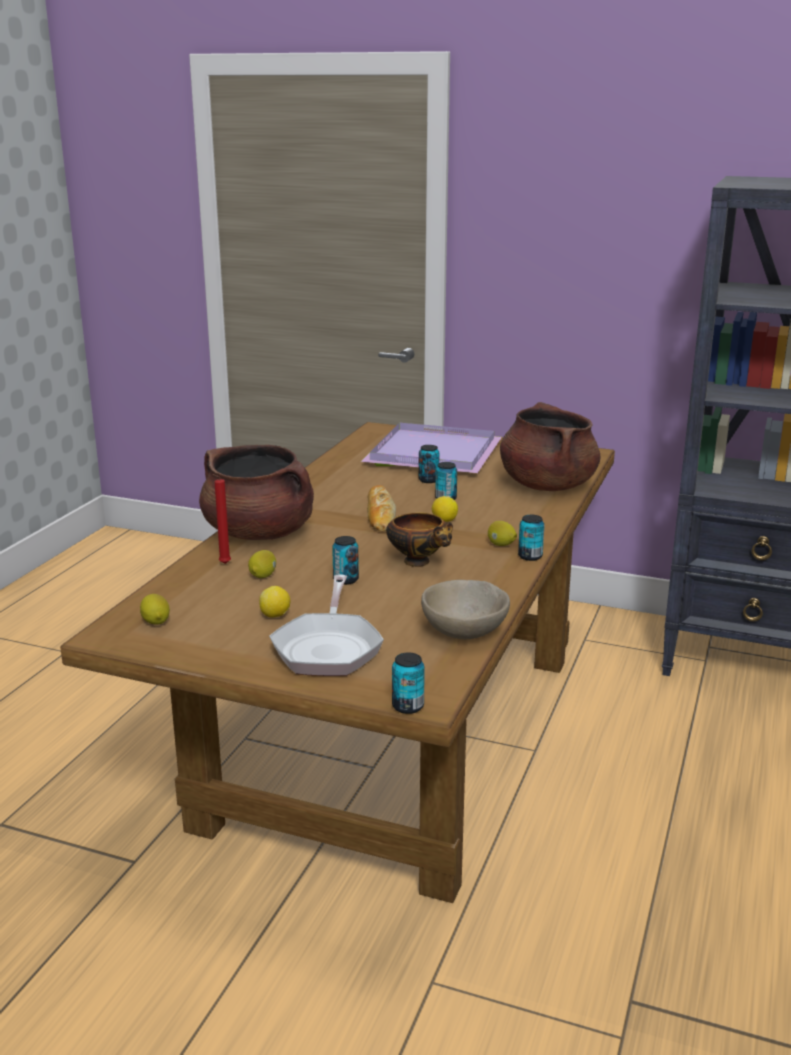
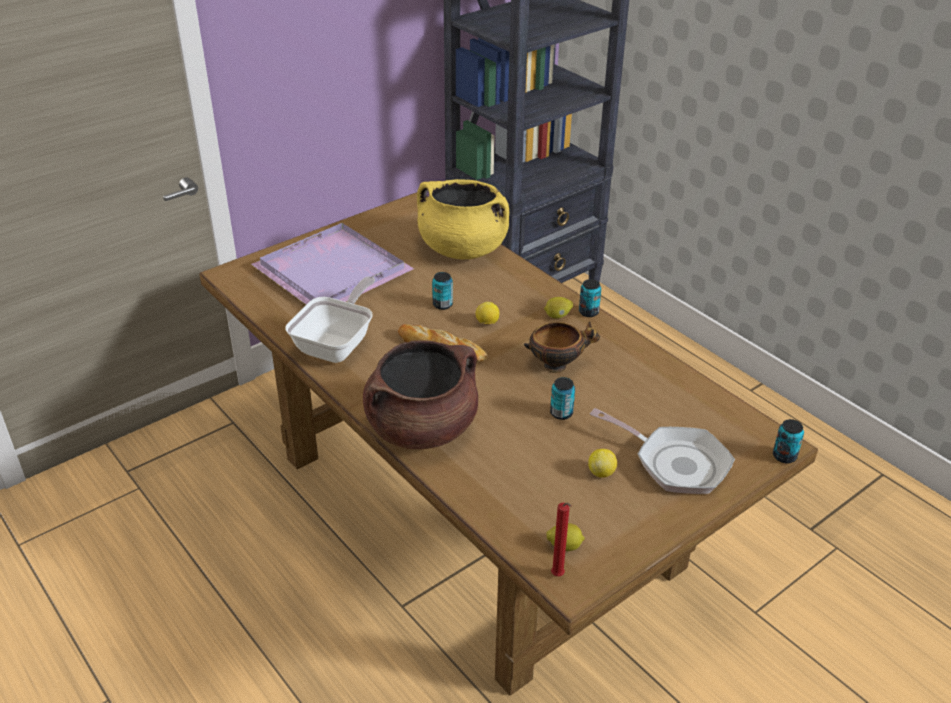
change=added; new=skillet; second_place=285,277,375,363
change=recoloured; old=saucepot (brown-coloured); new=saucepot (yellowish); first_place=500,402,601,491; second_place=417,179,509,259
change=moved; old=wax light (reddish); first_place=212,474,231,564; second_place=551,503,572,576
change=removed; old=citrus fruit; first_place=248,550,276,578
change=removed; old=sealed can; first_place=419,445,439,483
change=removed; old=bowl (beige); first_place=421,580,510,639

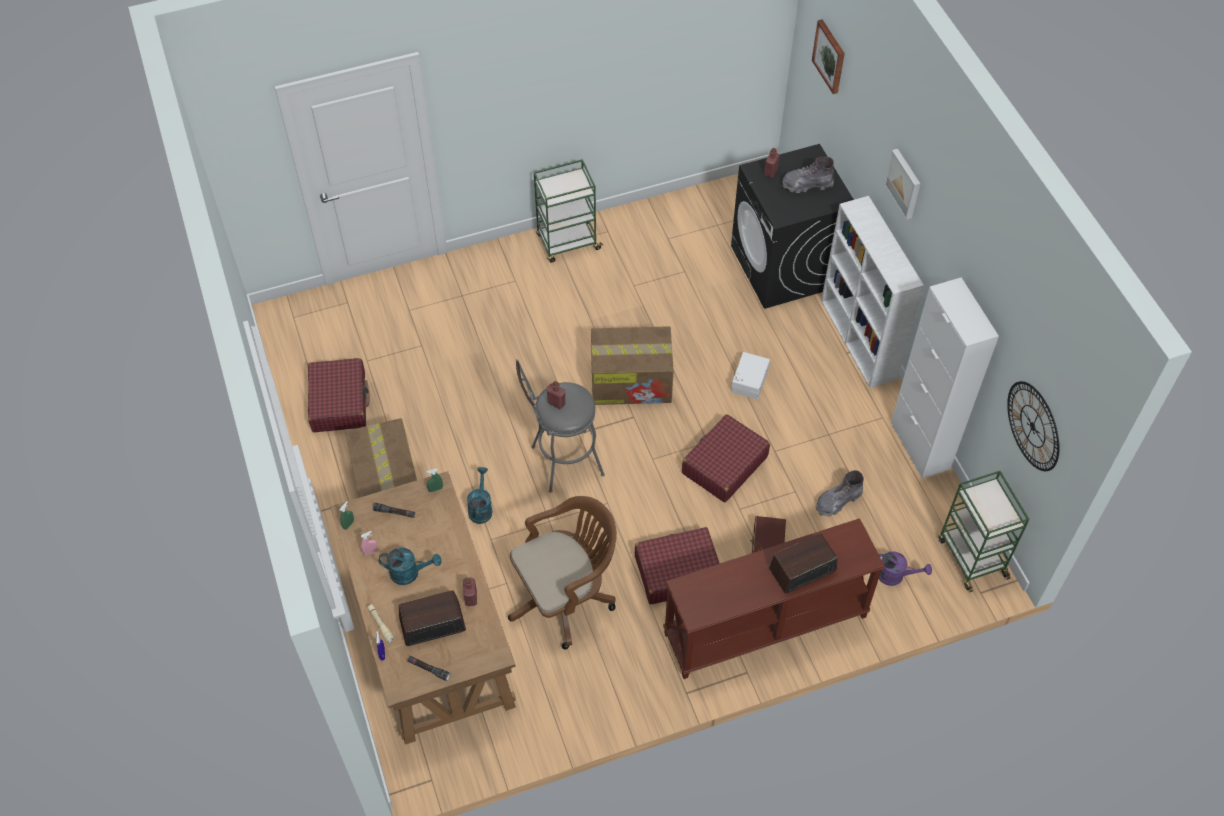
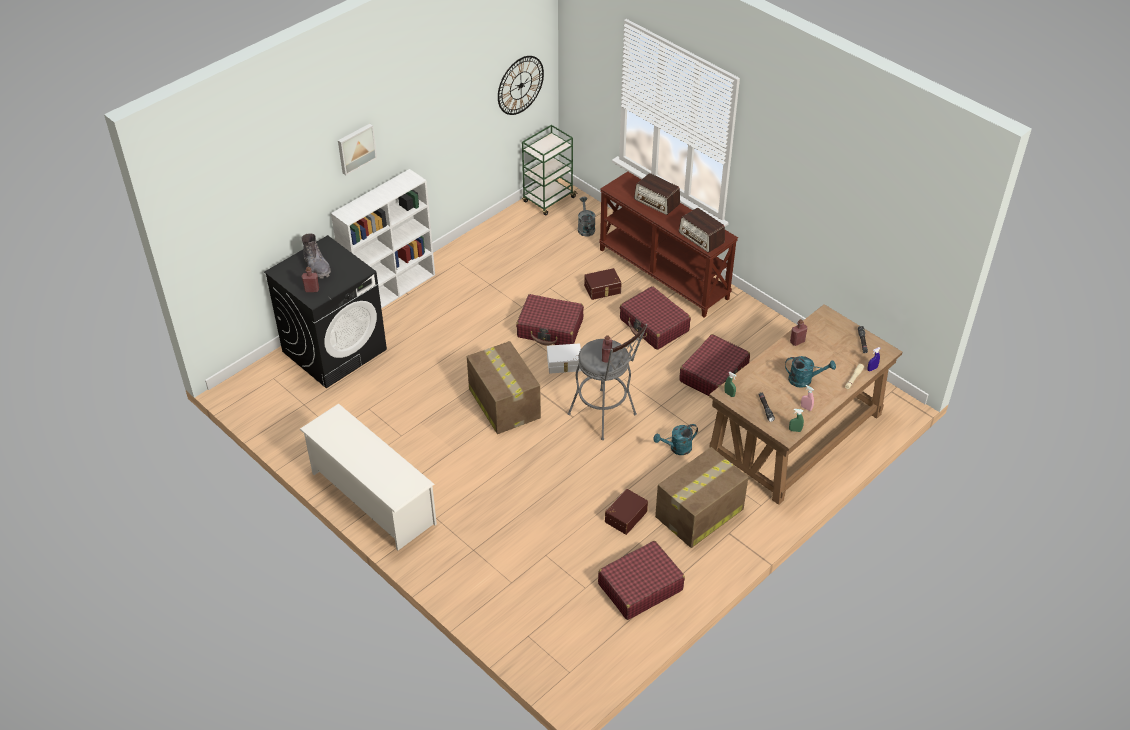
change=replaced; old=cart (green-coloured); new=shoe rack (whitish); first_place=534,159,603,263; second_place=300,403,437,550
change=moved; old=storage bin (whitish); first_place=731,352,770,400; second_place=547,343,581,374
change=recoloured; old=watering pot (purplish); new=watering pot (gray); first_place=879,551,932,586; second_place=578,197,595,237
change=added; new=storage bin (brown-coloured); second_place=605,489,648,535
change=moved; old=radio receiver; first_place=399,590,466,646; second_place=679,208,725,253
change=replaced; old=office chair (brown-coloured); new=piece of luggage (reddish); first_place=508,496,617,650; second_place=679,334,750,396
change=turned; old=watering pot (turquoise); first_place=379,548,441,585; second_place=785,356,836,388; degrees=120
change=removed; old=wall art; first_place=812,19,845,94
change=removed; old=high-top boot (gray); first_place=816,470,864,517
change=removed; old=cabinet (whitish); first_place=891,277,999,478

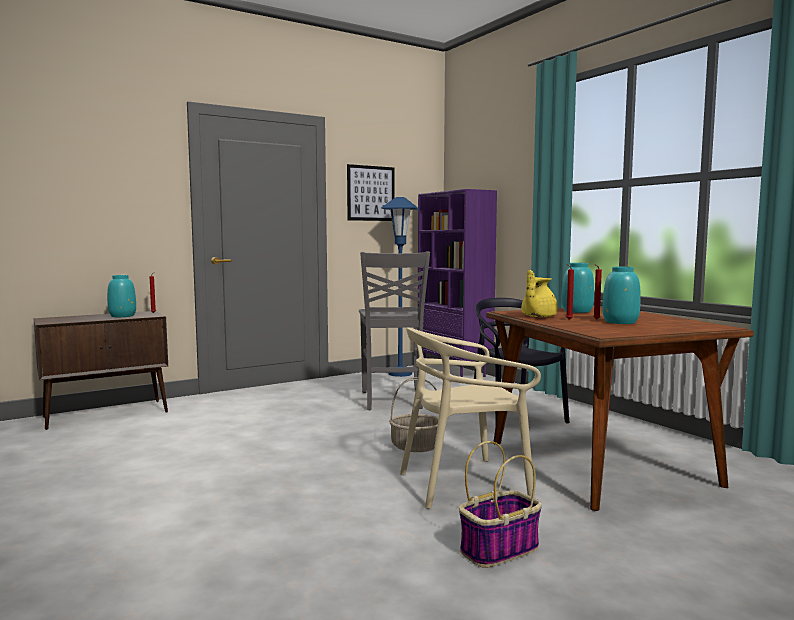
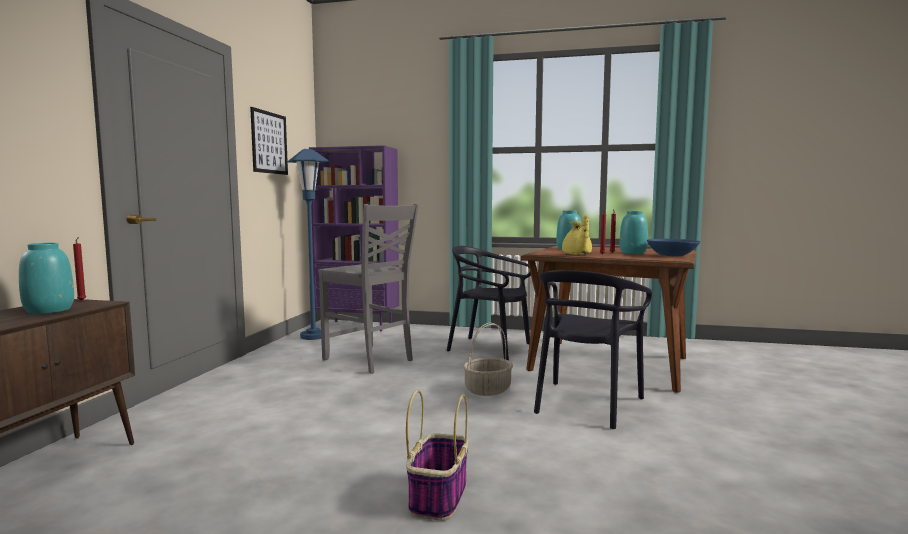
change=moved; old=household basket; first_place=459,441,542,568; second_place=406,390,468,521
change=recoloured; old=chair (beige); new=chair (black-coloured); first_place=400,327,541,509; second_place=534,270,652,429
change=added; new=bowl (blue); second_place=647,238,700,256

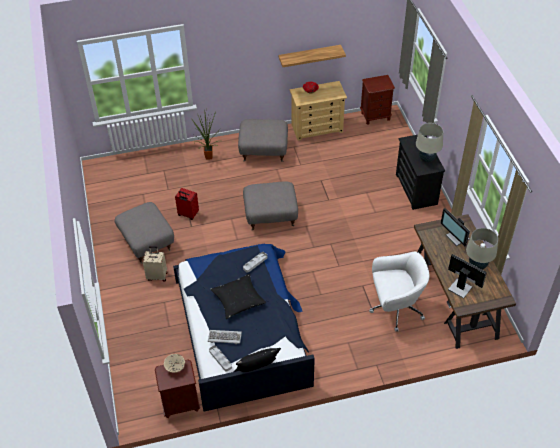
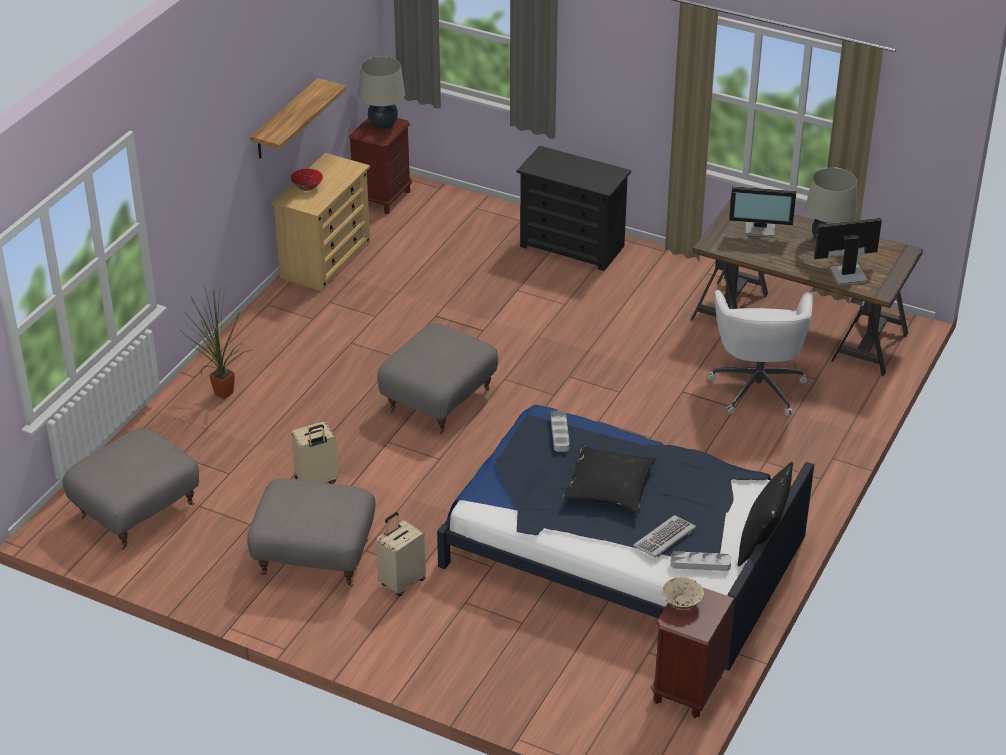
change=moved; old=footrest (gray); first_place=238,119,288,162; second_place=62,428,199,550
change=recoloured; old=piece of luggage (reddish); new=piece of luggage (beige); first_place=175,188,199,220; second_place=291,421,338,484
change=moved; old=tabletop lamp (beige); first_place=416,123,443,162; second_place=359,56,405,128
change=turned; old=office chair (whitish); first_place=369,252,430,332; second_place=708,290,813,416; degrees=150

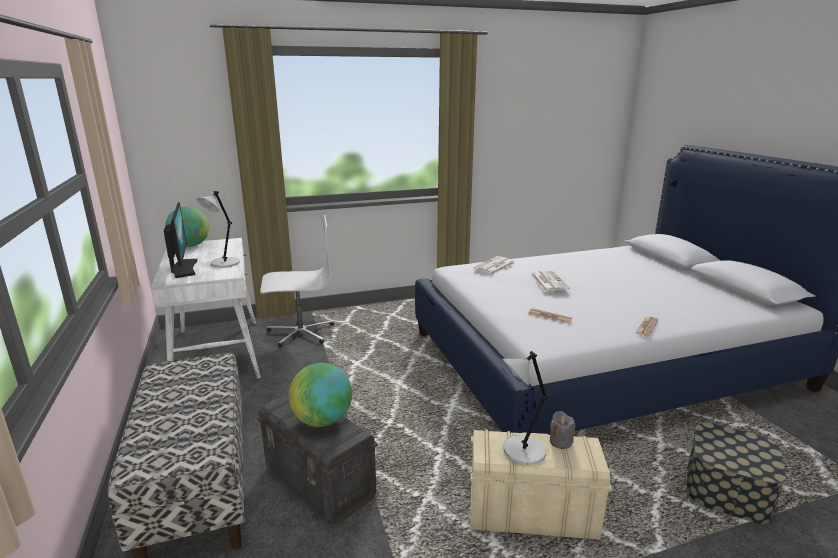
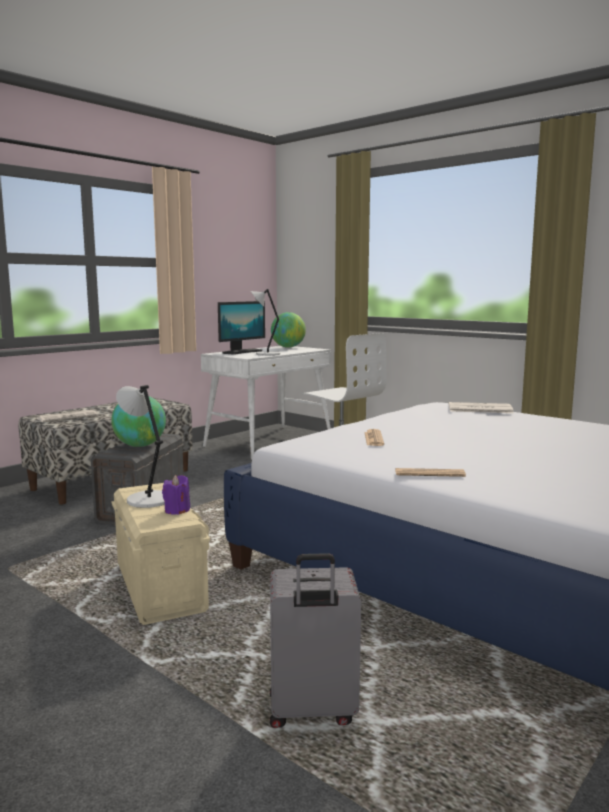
change=moved; old=printed paper; first_place=530,271,570,291; second_place=37,410,98,422
change=recoloured; old=wax light (gray); new=wax light (purplish); first_place=550,411,575,449; second_place=162,475,190,515
change=replaced; old=storage bin; new=piece of luggage (gray); first_place=687,423,786,525; second_place=270,553,361,728

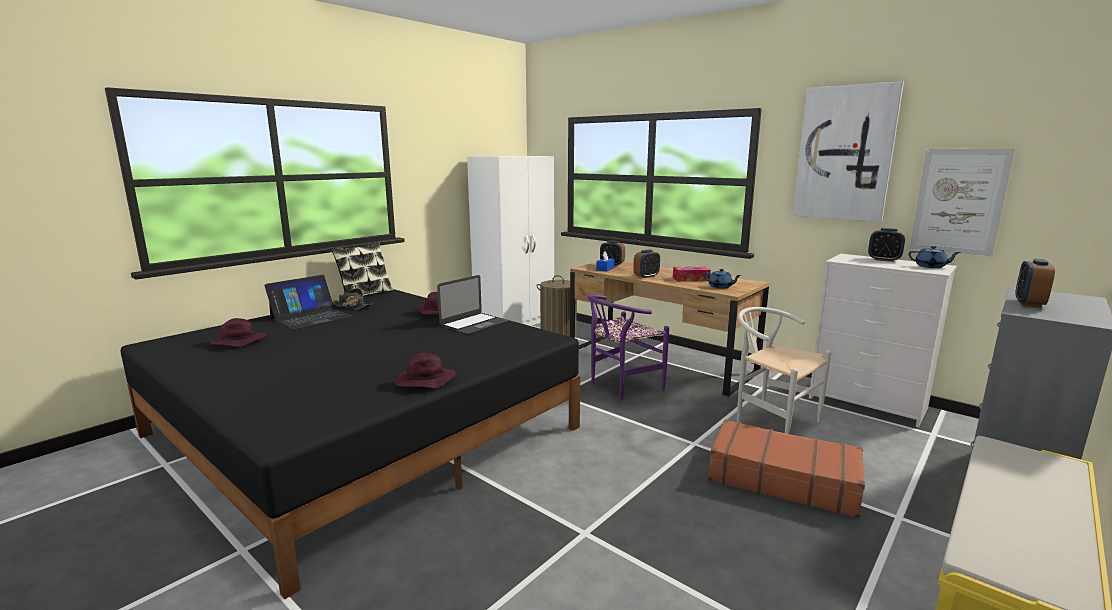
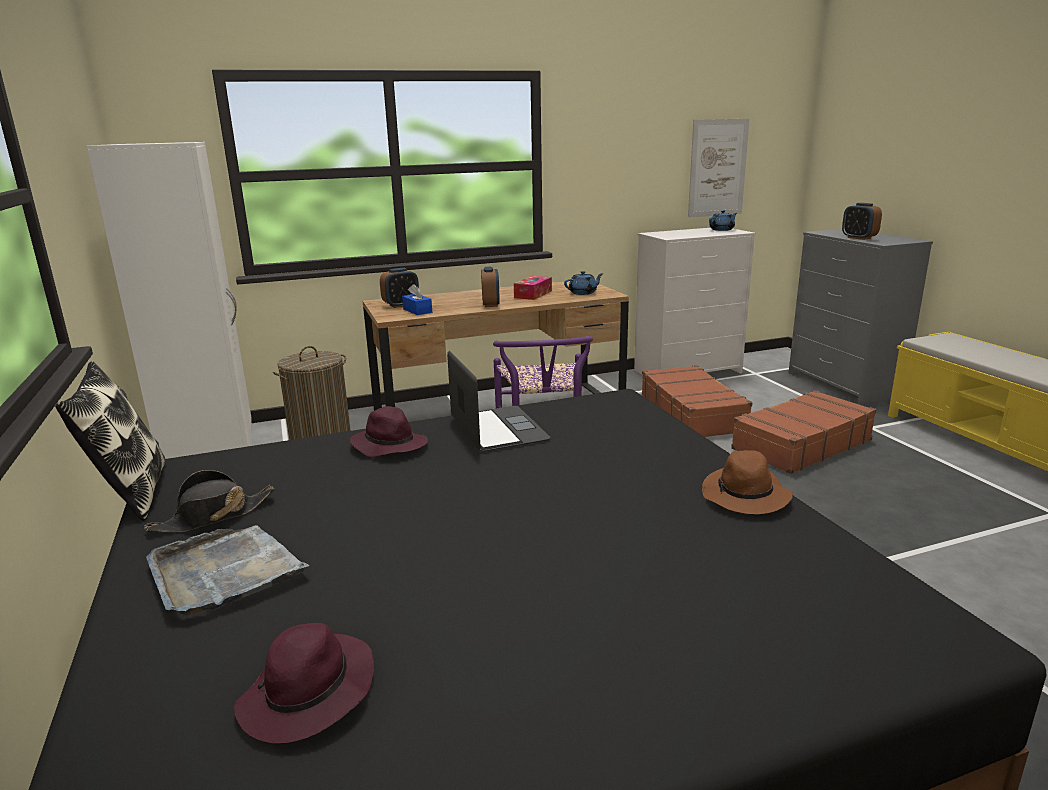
change=replaced; old=laptop; new=tray (gray); first_place=264,275,353,330; second_place=146,525,309,616
change=replaced; old=chair (whitish); new=piece of luggage (brown-coloured); first_place=736,307,831,434; second_place=641,365,753,437
change=recoloured; old=clothing hat (purplish); new=clothing hat (brown-coloured); first_place=394,353,456,388; second_place=702,450,793,515
change=removed; old=wall art; first_place=793,81,904,222
change=removed; old=alarm clock; first_place=868,228,905,262

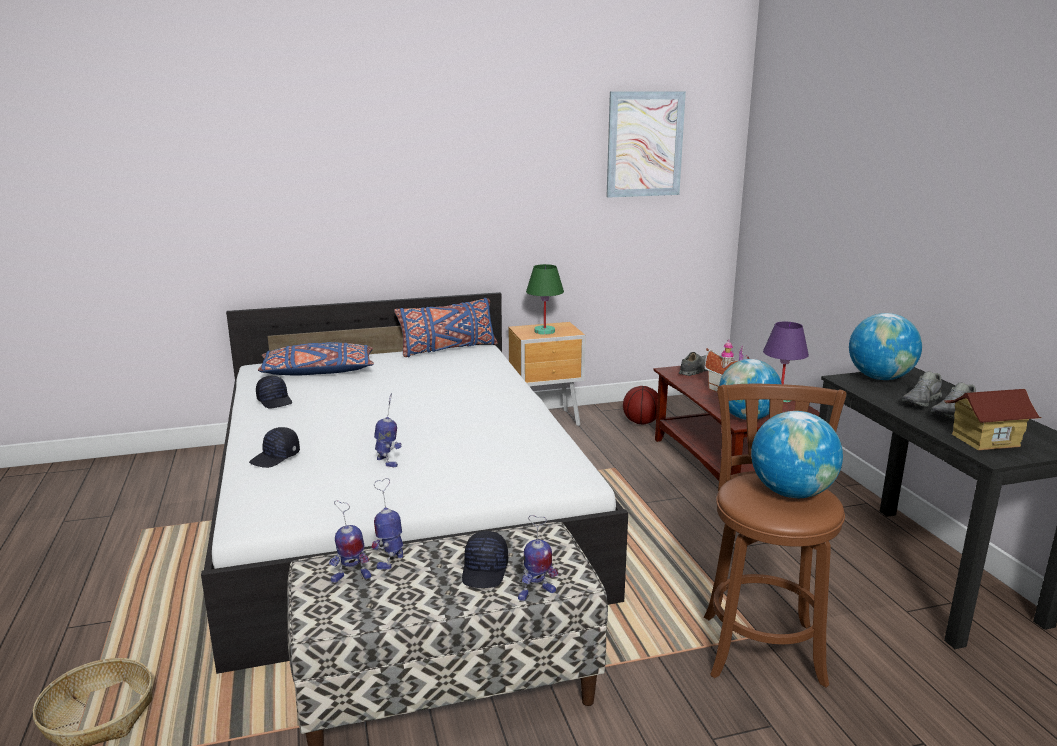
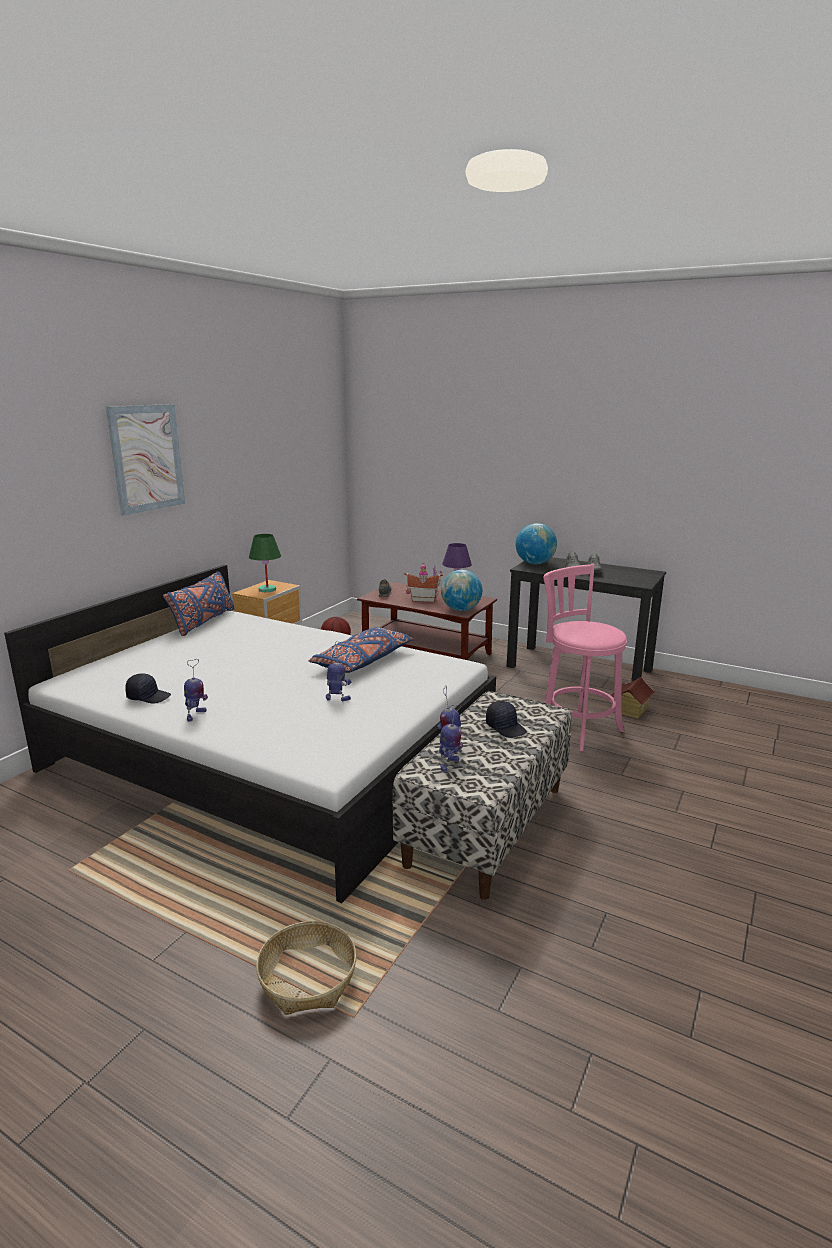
change=moved; old=wall art; first_place=607,91,686,198; second_place=106,404,185,516
change=moved; old=robot figure; first_place=518,515,558,601; second_place=184,659,208,722
change=moved; old=cushion (blue); first_place=258,342,374,376; second_place=309,627,413,673
change=recoloured; old=stool (brown-coloured); new=stool (pinkish); first_place=704,384,846,688; second_place=543,564,627,751
change=moved; old=miniature house; first_place=944,389,1042,450; second_place=611,677,655,719
change=removed; old=baseball cap (black-coloured); first_place=249,427,300,468
change=removed; old=desk globe; first_place=751,411,843,498

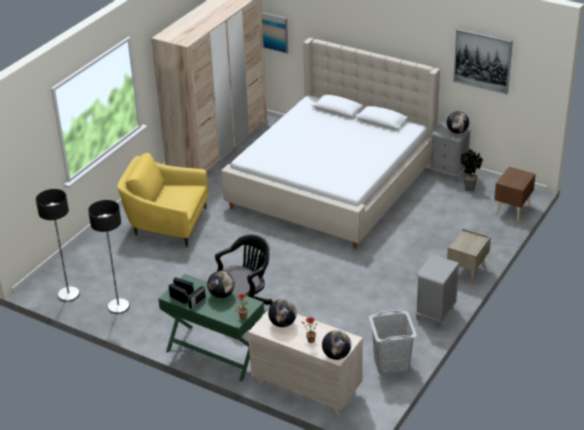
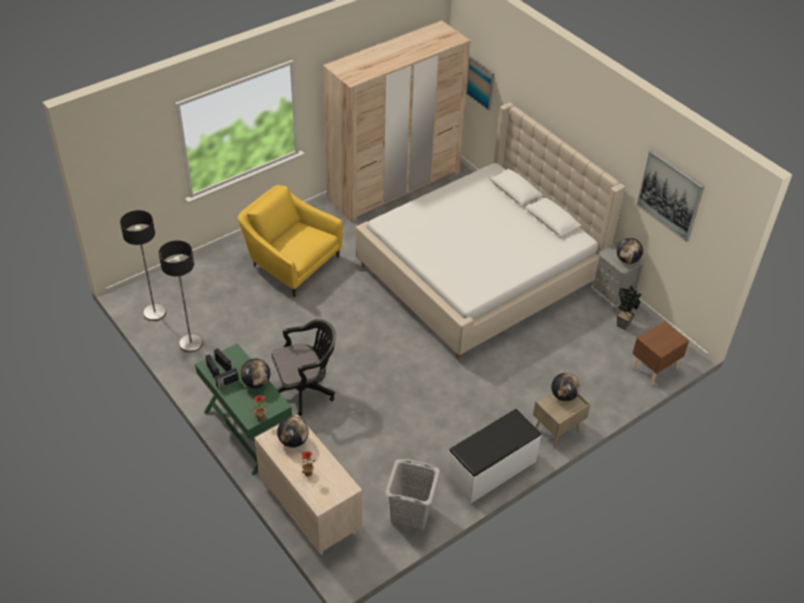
change=replaced; old=nightstand (gray); new=long seat (whitish); first_place=415,255,459,328; second_place=447,409,541,503
change=moved; old=desk globe; first_place=322,330,351,360; second_place=551,373,580,401

